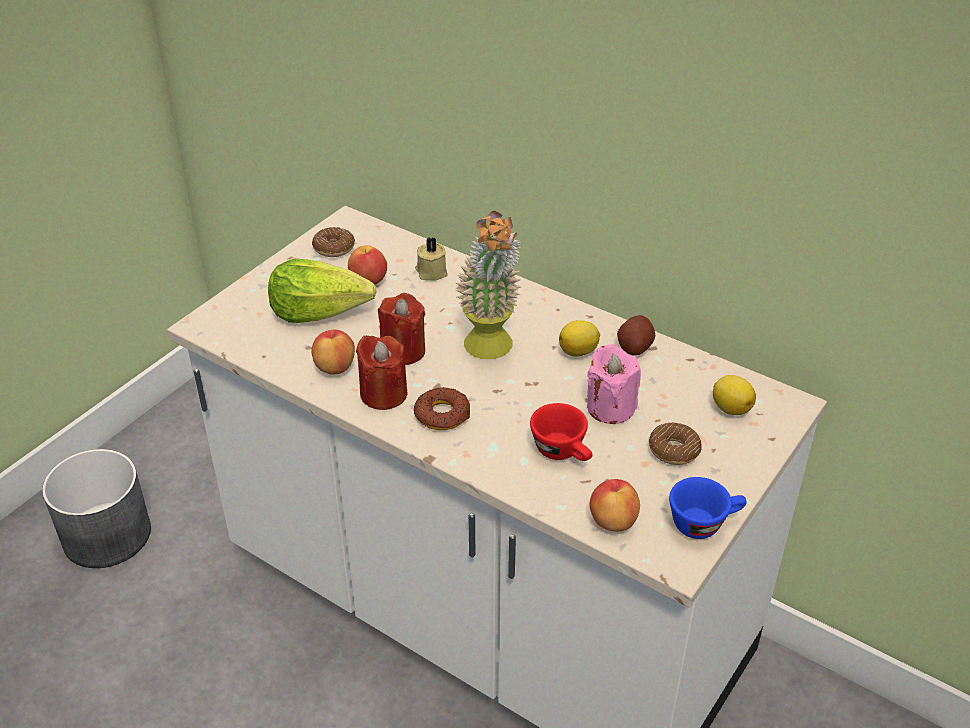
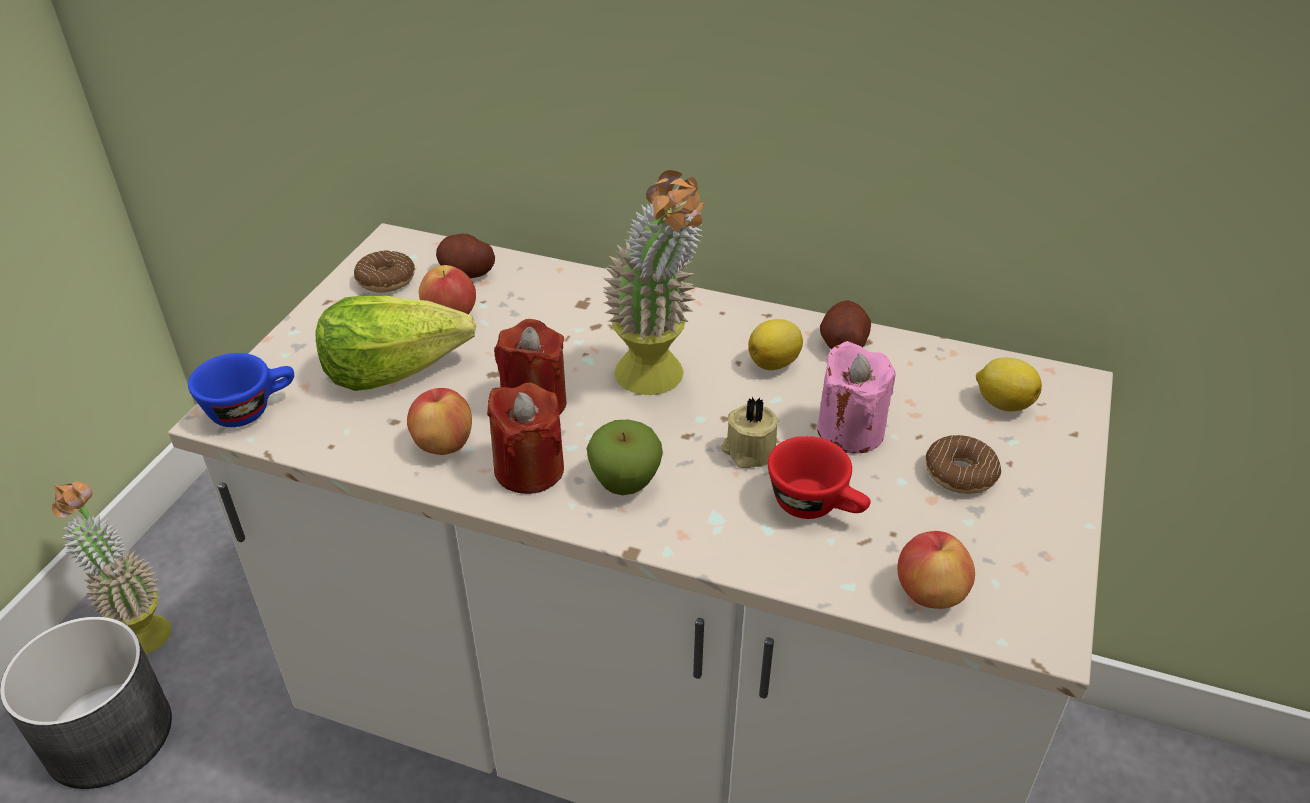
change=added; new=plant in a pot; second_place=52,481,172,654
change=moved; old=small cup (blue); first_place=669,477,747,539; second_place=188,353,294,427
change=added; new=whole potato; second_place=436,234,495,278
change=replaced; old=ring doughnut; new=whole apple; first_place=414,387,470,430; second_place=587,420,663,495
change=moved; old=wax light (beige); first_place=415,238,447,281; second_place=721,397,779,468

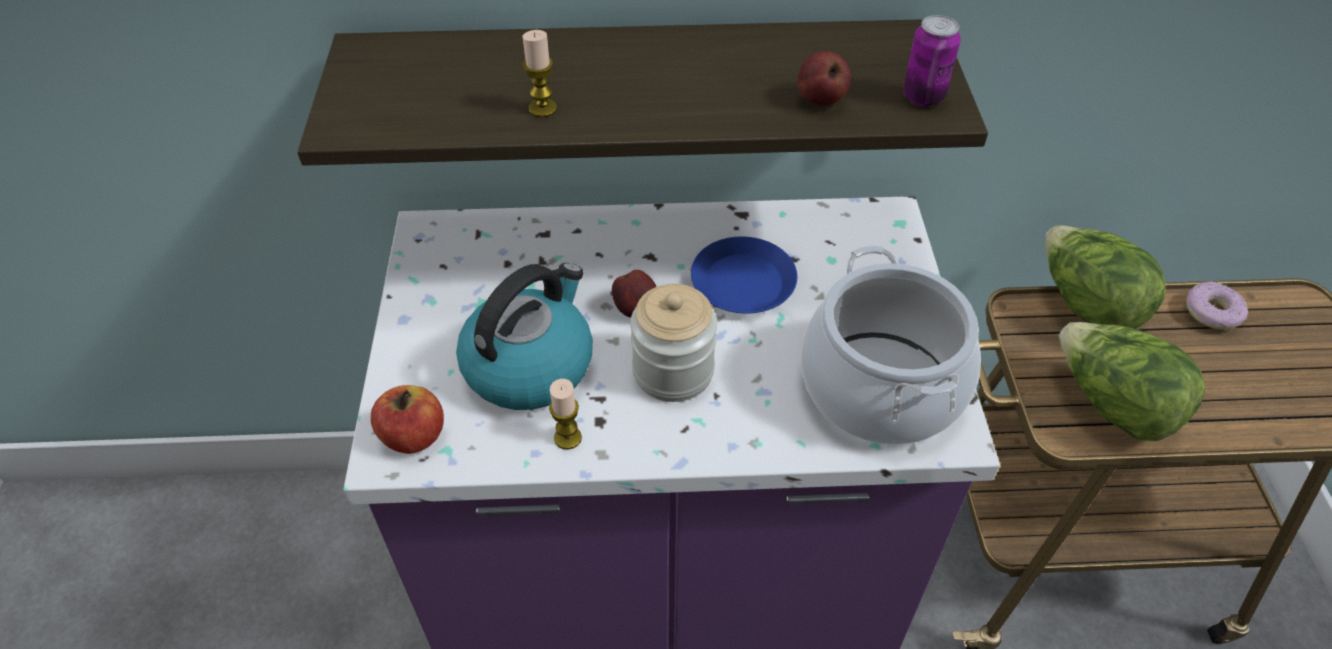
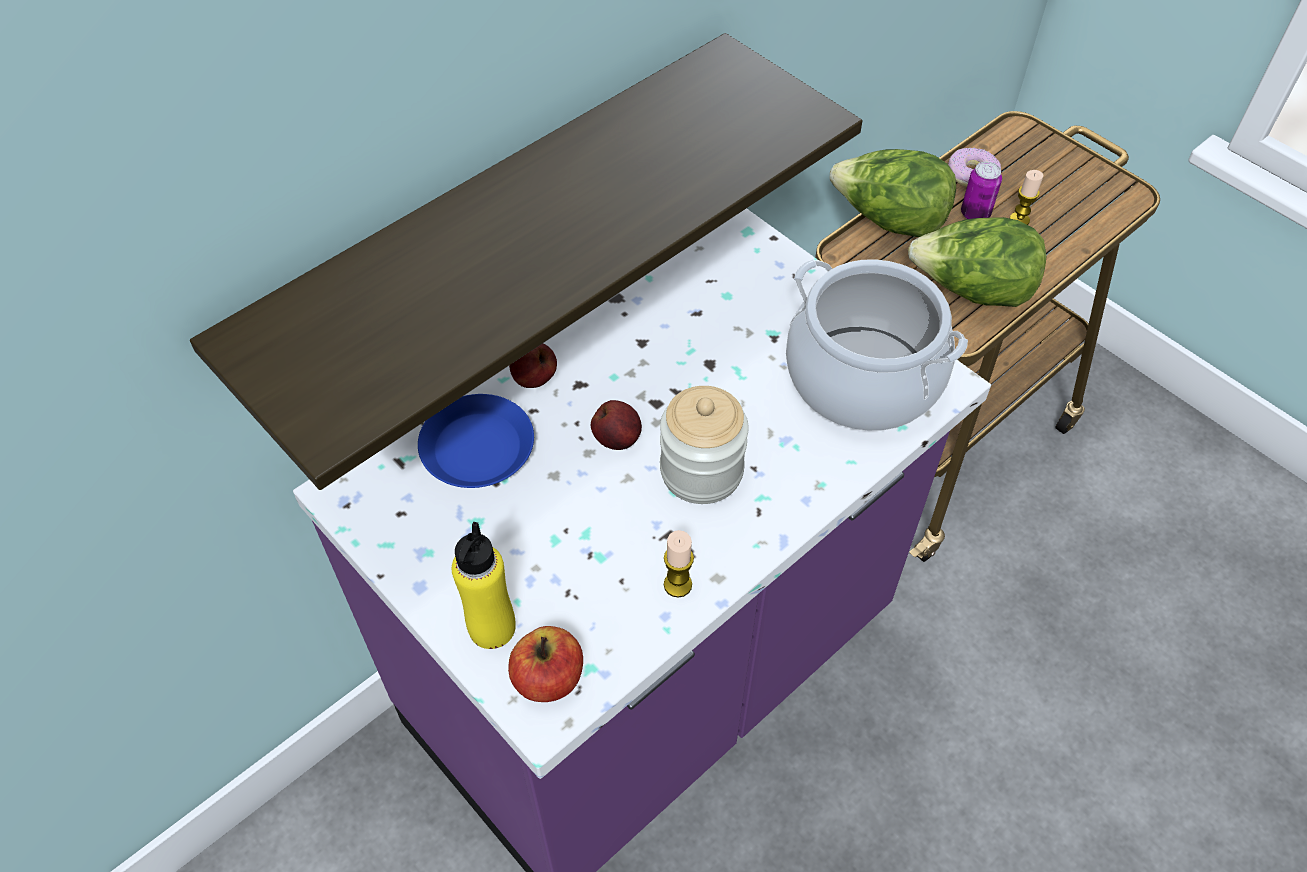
change=moved; old=plate (blue); first_place=691,237,797,313; second_place=418,394,534,488
change=added; new=drink bottle (yellowish); second_place=452,522,516,649
change=moved; old=whole apple; first_place=797,51,851,106; second_place=509,343,557,388
change=moved; old=sealed can; first_place=903,15,961,107; second_place=961,162,1002,219
change=moved; old=wax light; first_place=522,30,557,117; second_place=1010,170,1043,225
change=removed; old=tea kettle; first_place=456,263,593,410

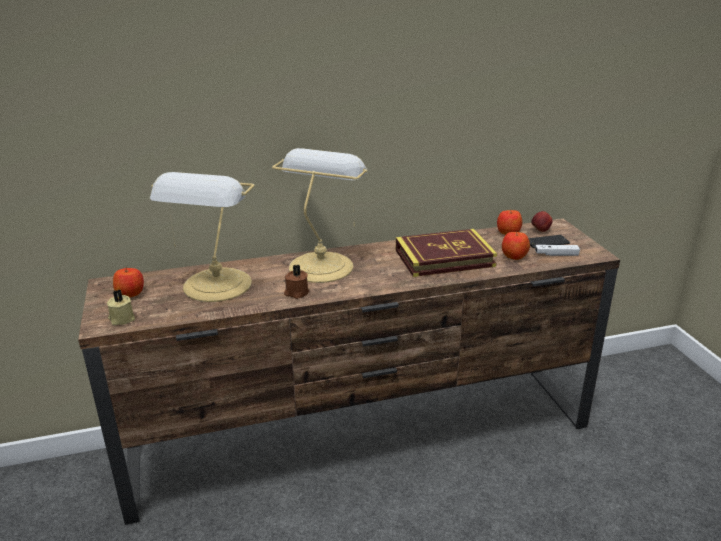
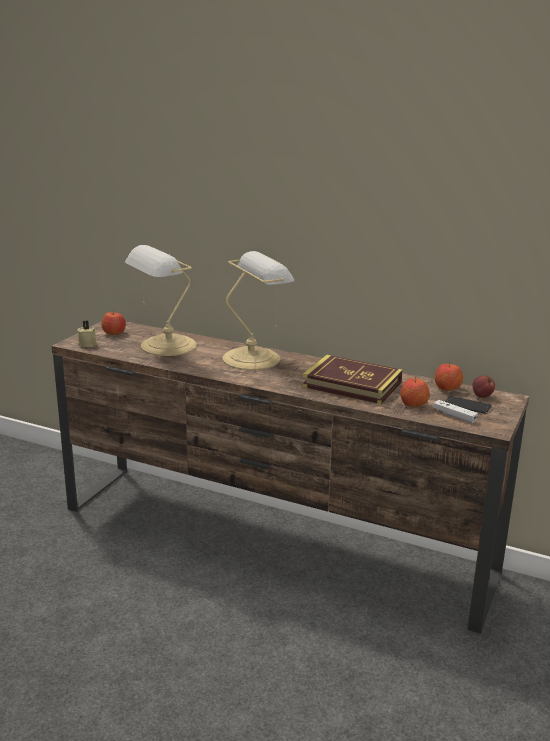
change=removed; old=wax light (brown-coloured); first_place=284,265,309,299

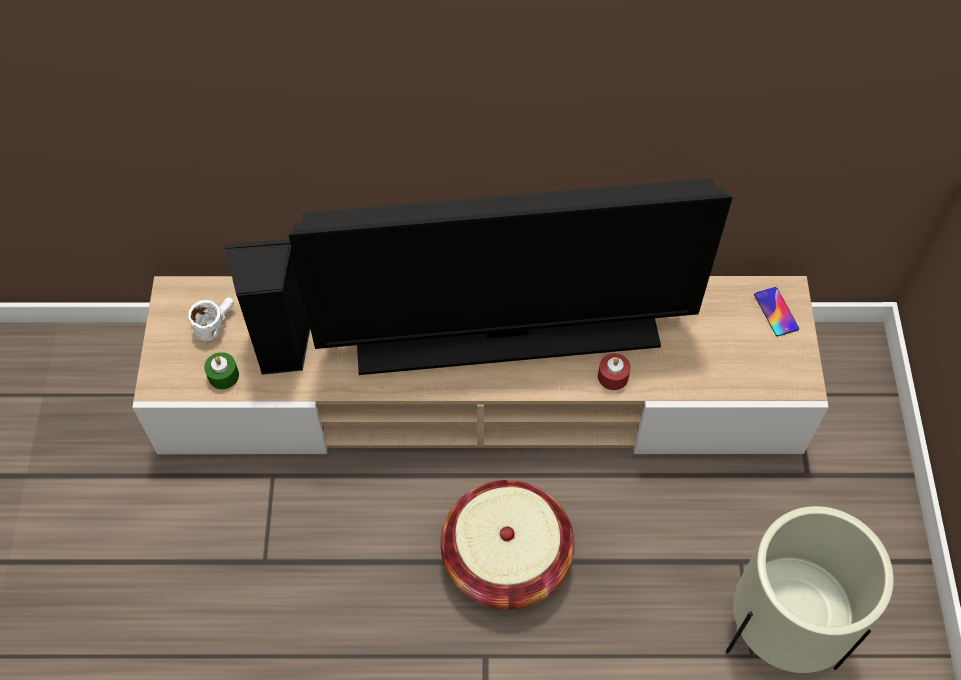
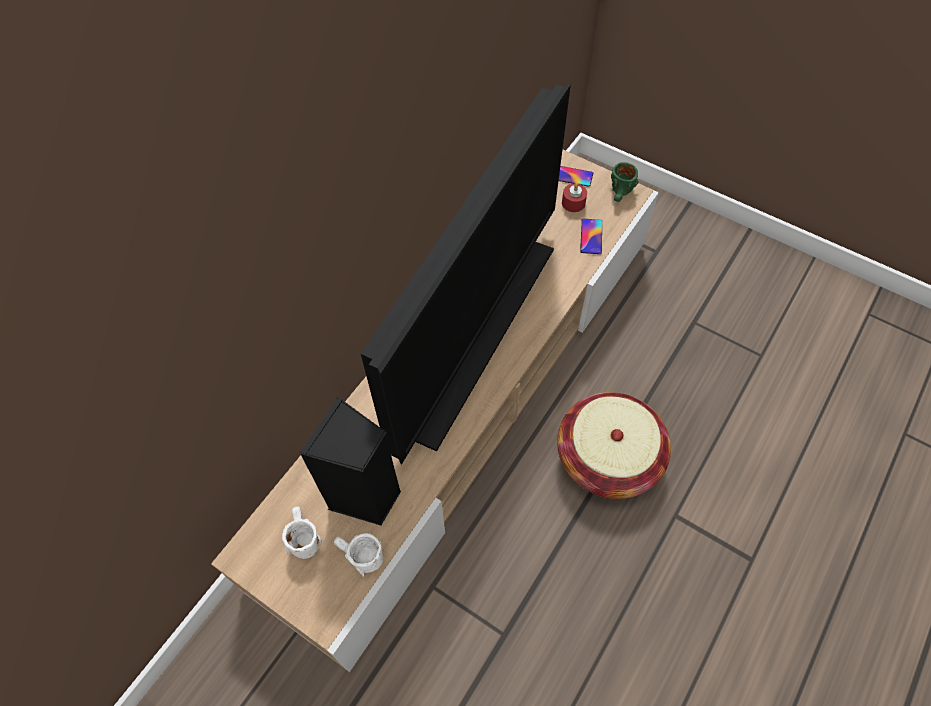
change=replaced; old=wax light (green-coloured); new=coffee mug (whitish); first_place=204,352,239,389; second_place=334,533,383,577
change=moved; old=wax light (reddish); first_place=598,353,631,390; second_place=562,183,587,212
change=added; new=handset; second_place=580,219,602,254
change=added; new=coffee mug (green-coloured); second_place=611,162,639,202
change=removed; old=plant pot (beige); first_place=726,506,894,673

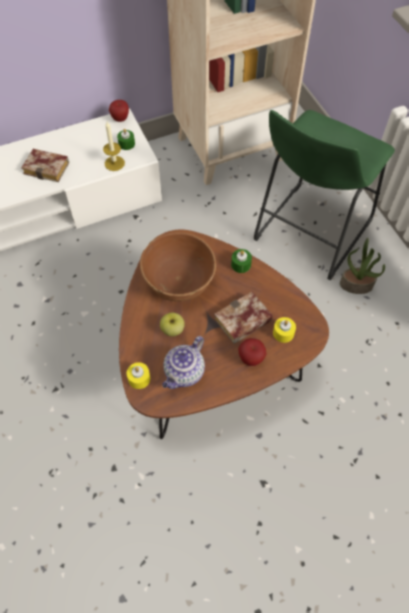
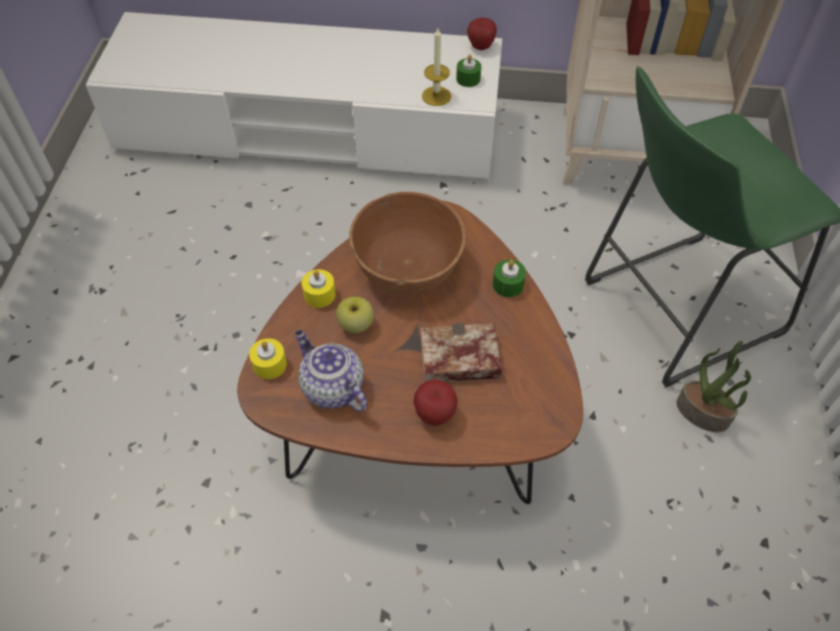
change=turned; old=teapot; first_place=162,336,205,389; second_place=295,330,367,412; degrees=75
change=moved; old=wax light (yellowish); first_place=273,317,296,343; second_place=301,269,336,308
change=removed; old=book; first_place=21,149,69,182

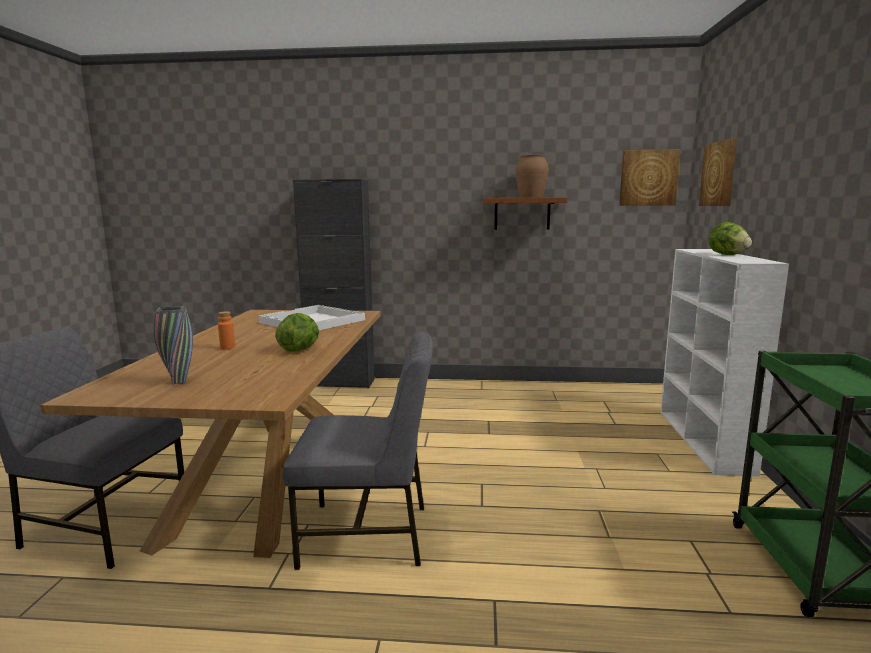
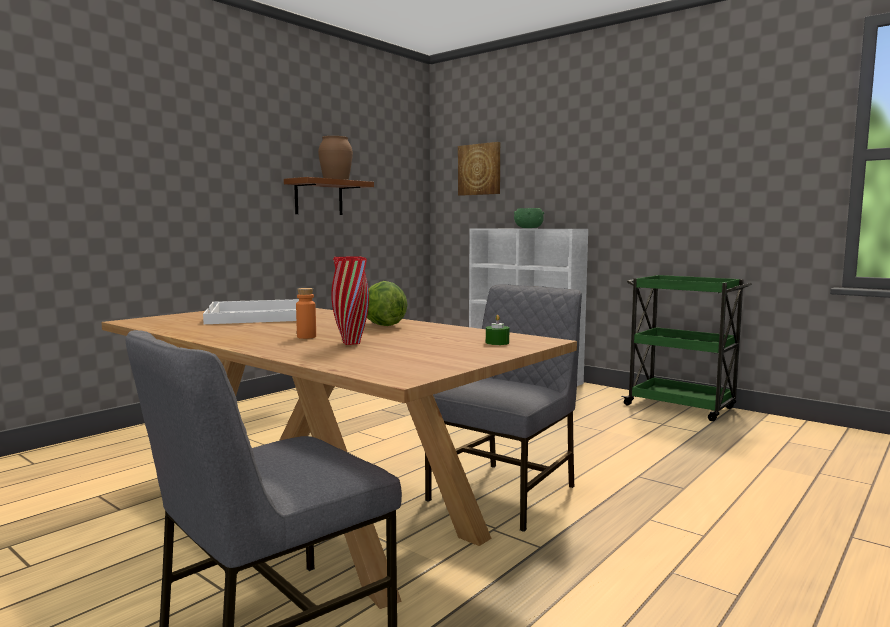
change=added; new=flower vase (reddish); second_place=331,256,369,345
change=added; new=wax light (green-coloured); second_place=486,315,509,345
change=replaced; old=head of lettuce; new=bowl (green-coloured); first_place=708,222,752,255; second_place=514,208,544,228
change=removed; old=flower vase (gray); first_place=154,306,193,385
change=removed; old=cabinet (black-coloured); first_place=293,179,375,388
change=removed; old=wall art; first_place=619,149,681,206

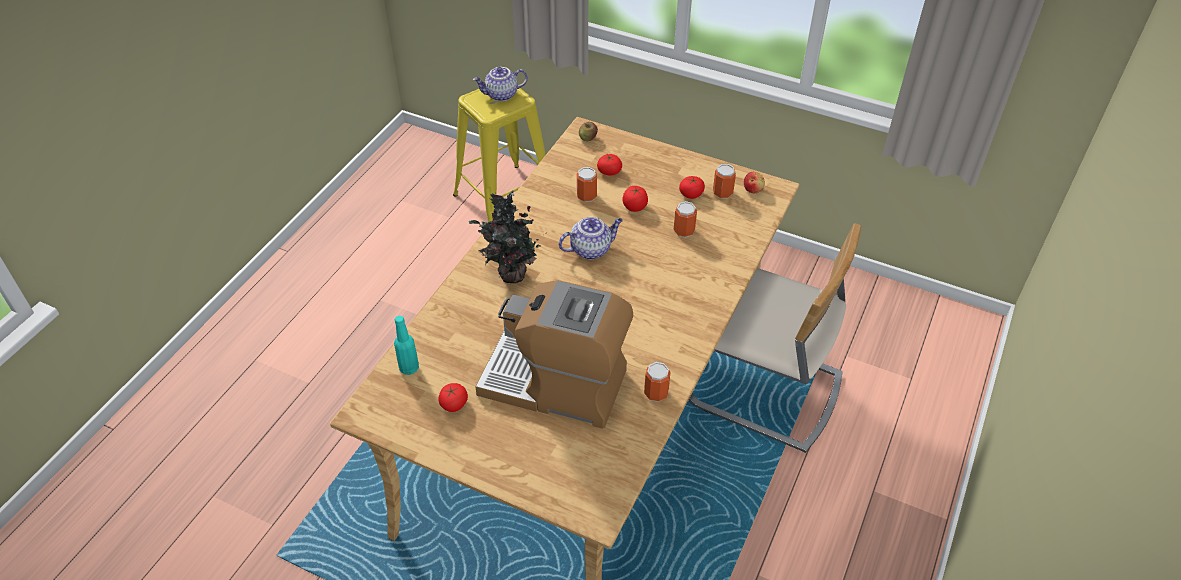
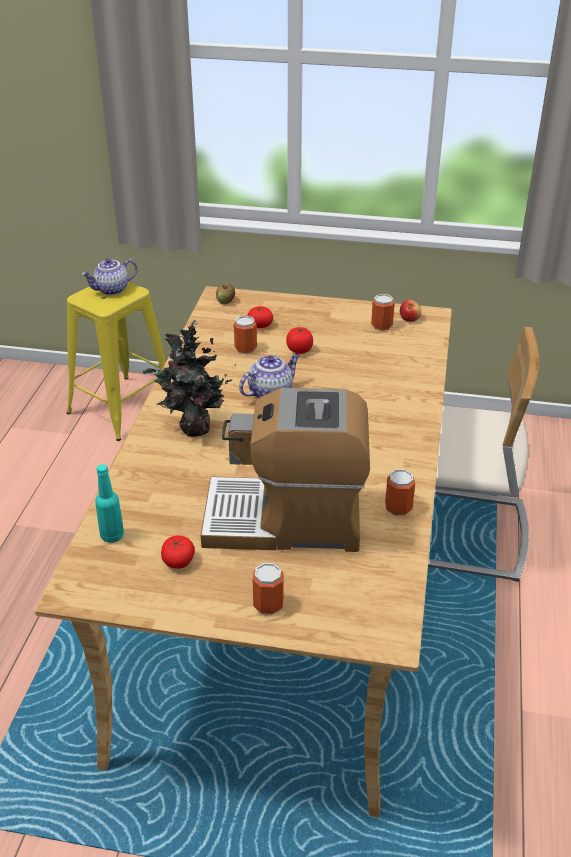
change=moved; old=sealed can; first_place=674,201,697,238; second_place=253,563,284,615
change=removed; old=fresh tomato; first_place=679,176,705,199

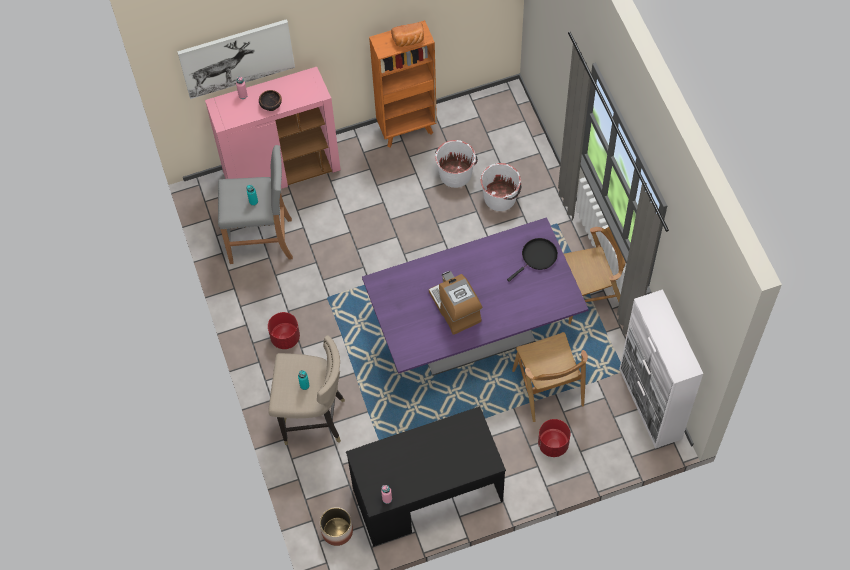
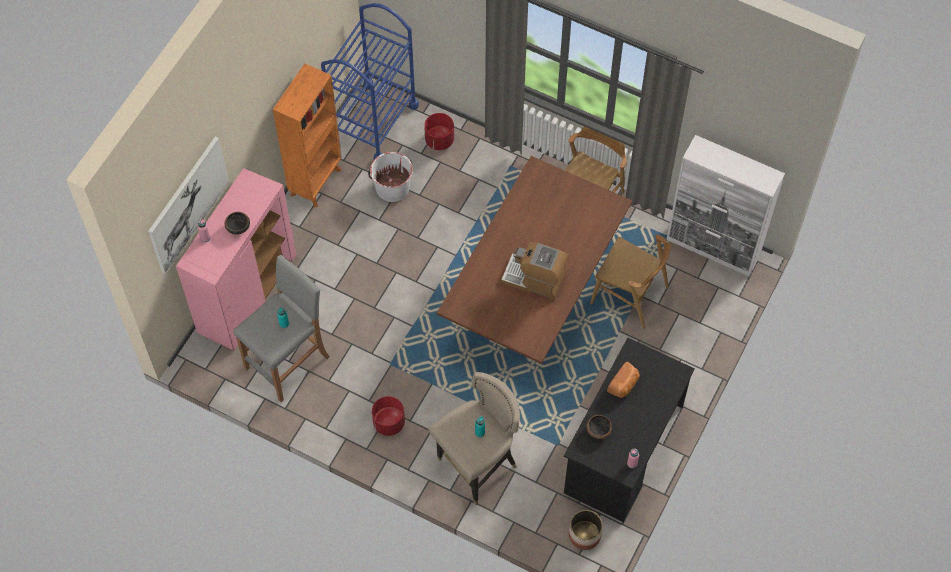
change=added; new=cart (blue); second_place=321,3,419,159
change=moved; old=plant pot (reddish); first_place=538,419,571,457; second_place=424,113,454,150
change=recoloured; old=dinner table (purplish); new=dinner table (brown-coloured); first_place=362,217,588,376; second_place=437,156,632,364
change=added; new=bowl; second_place=586,414,612,439
change=moved; old=bread; first_place=391,22,424,47; second_place=607,362,640,398
change=removed; old=pail (whitish); first_place=480,163,521,211
change=removed; old=skillet (black-coloured); first_place=507,238,558,282

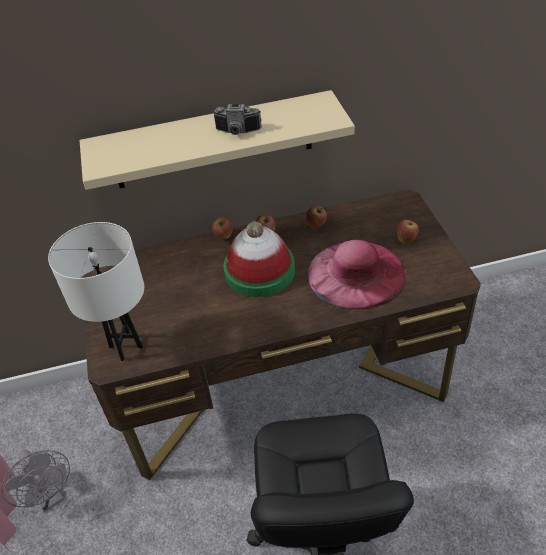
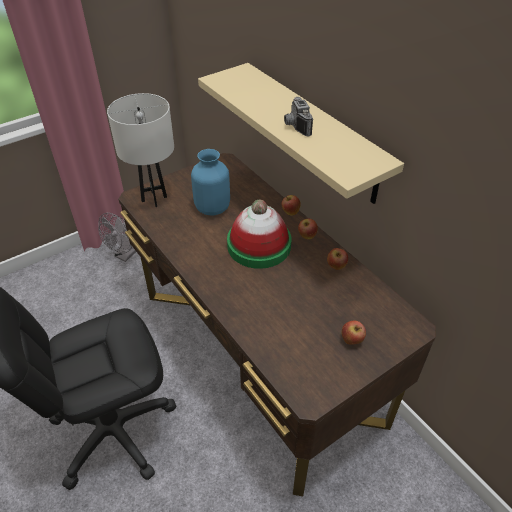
change=added; new=flower vase (blue); second_place=191,149,230,215
change=removed; old=clothing hat (pinkish); first_place=308,240,406,310

